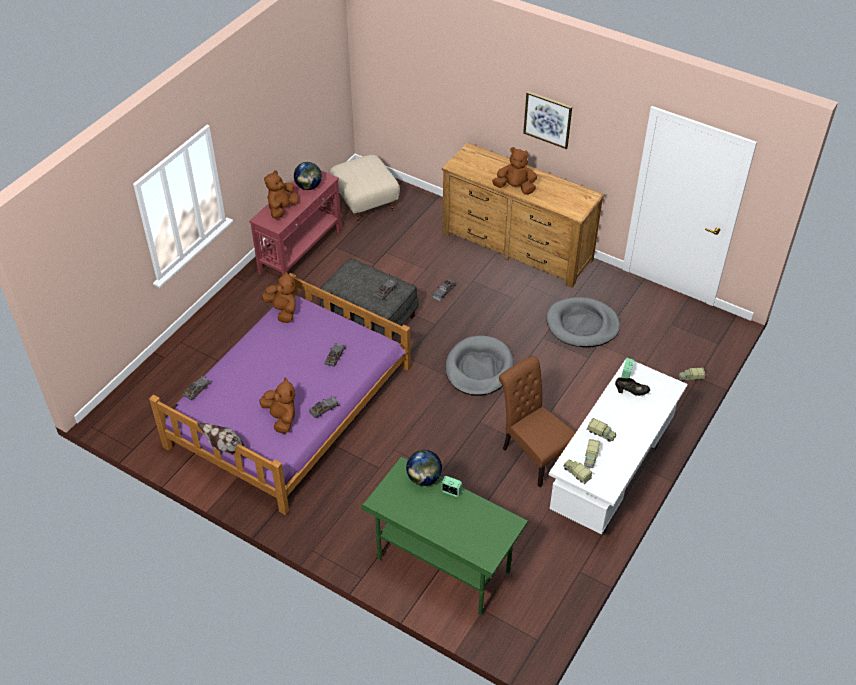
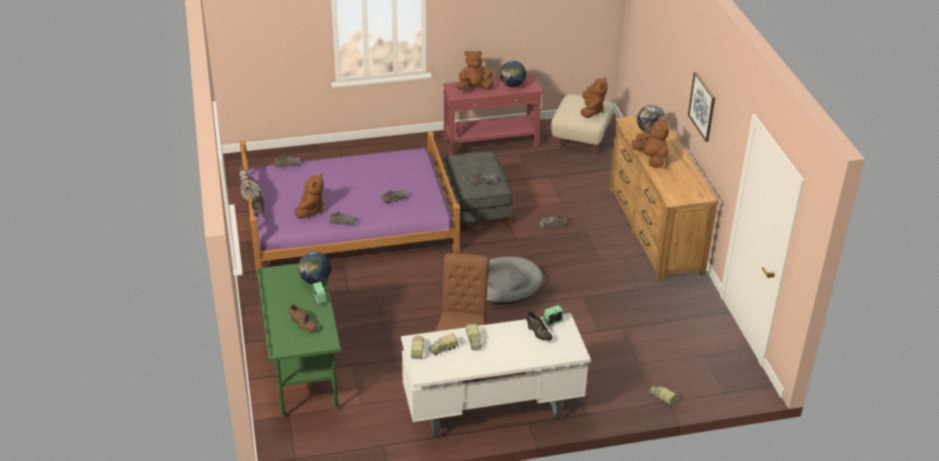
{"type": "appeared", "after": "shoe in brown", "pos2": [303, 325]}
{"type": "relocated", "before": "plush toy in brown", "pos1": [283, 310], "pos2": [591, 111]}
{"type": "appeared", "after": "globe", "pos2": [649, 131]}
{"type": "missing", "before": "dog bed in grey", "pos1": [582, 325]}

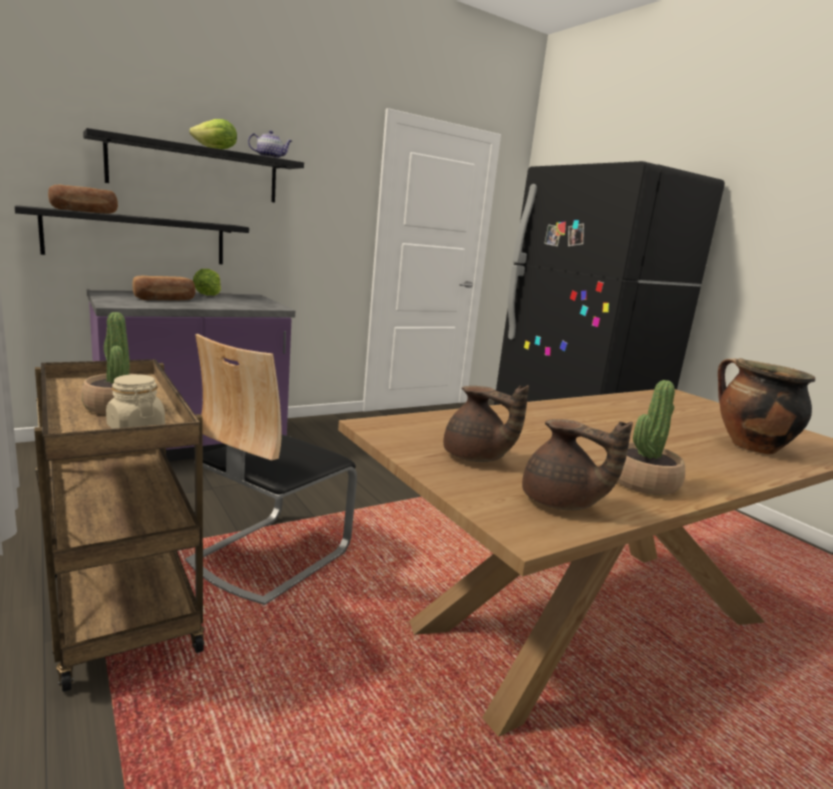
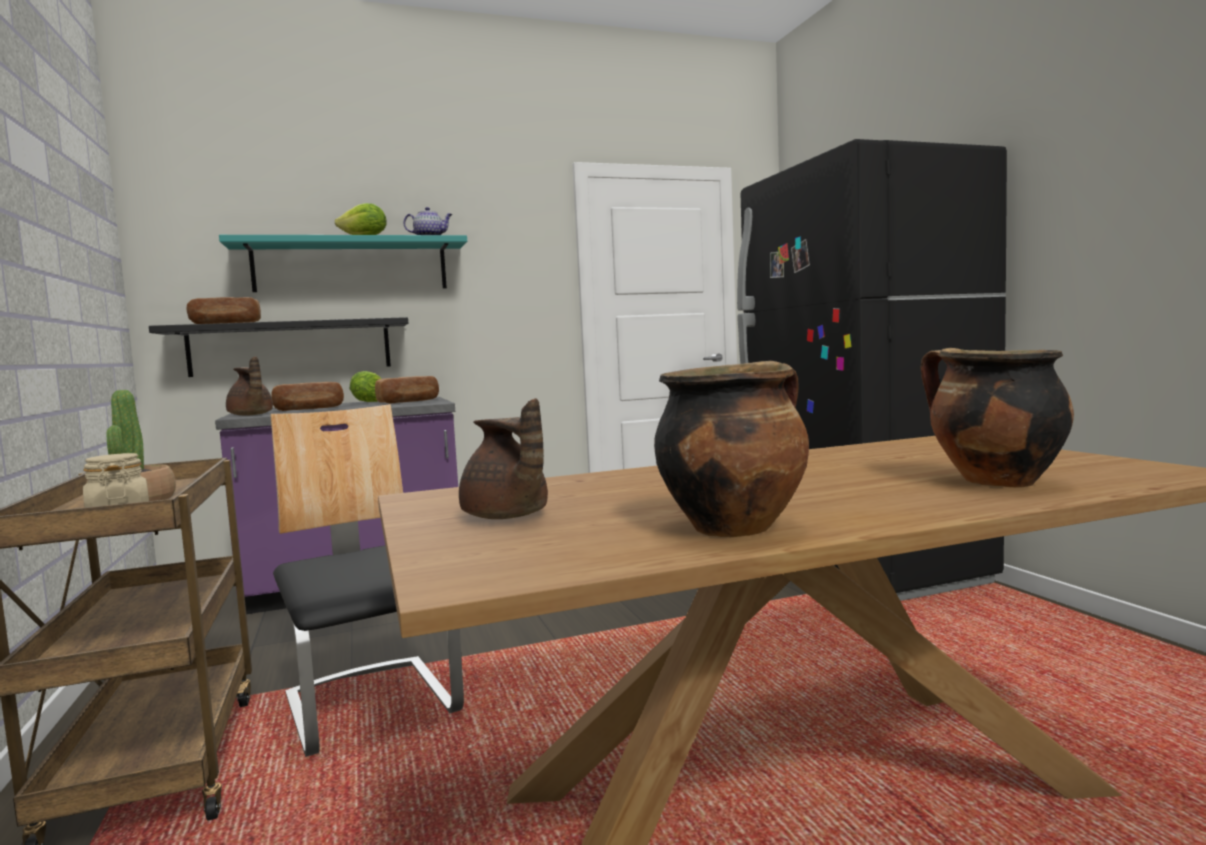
{"type": "colour", "before": "shelf in black", "after": "shelf in turquoise", "pos1": [195, 171], "pos2": [351, 266]}
{"type": "relocated", "before": "teapot in brown", "pos1": [560, 503], "pos2": [250, 415]}
{"type": "spun", "before": "chair", "pos1": [269, 556], "pos2": [372, 704], "turn": 105}
{"type": "appeared", "after": "bread", "pos2": [409, 401]}
{"type": "exchanged", "before": "potted plant", "after": "cooking pot", "pos1": [642, 482], "pos2": [734, 527]}

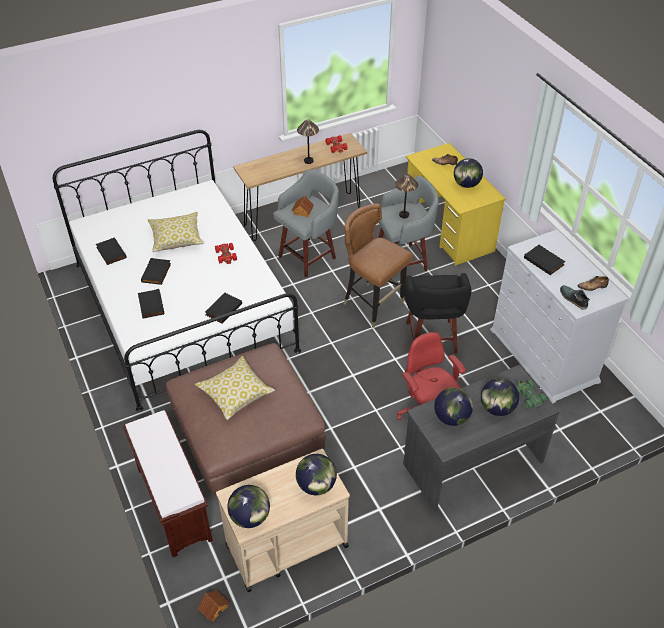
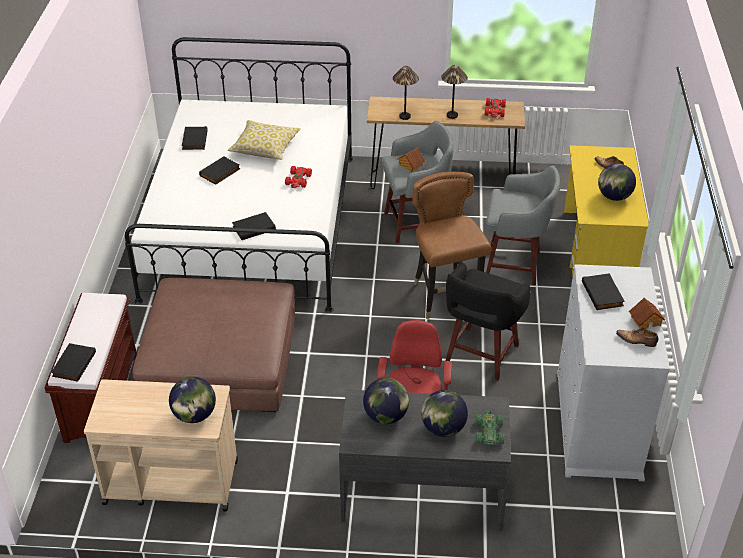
{"type": "relocated", "before": "book in black", "pos1": [150, 305], "pos2": [73, 364]}
{"type": "relocated", "before": "table lamp", "pos1": [404, 215], "pos2": [404, 116]}
{"type": "relocated", "before": "toy house", "pos1": [214, 607], "pos2": [645, 320]}
{"type": "missing", "before": "pillow", "pos1": [236, 393]}
{"type": "missing", "before": "globe", "pos1": [250, 517]}
{"type": "missing", "before": "shoe", "pos1": [573, 299]}

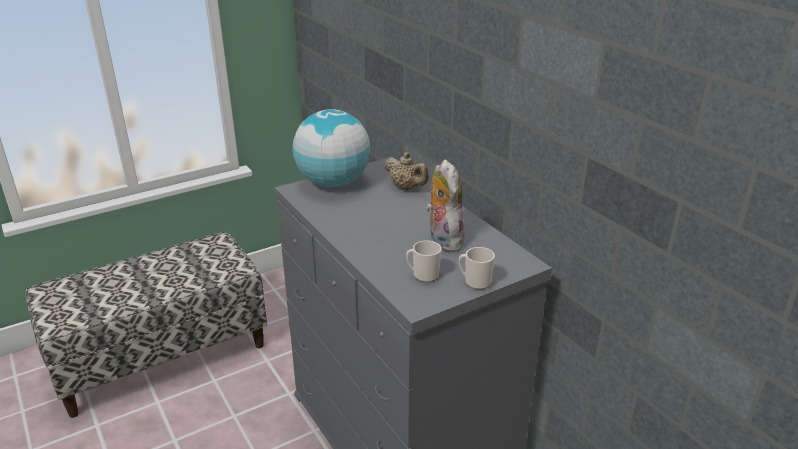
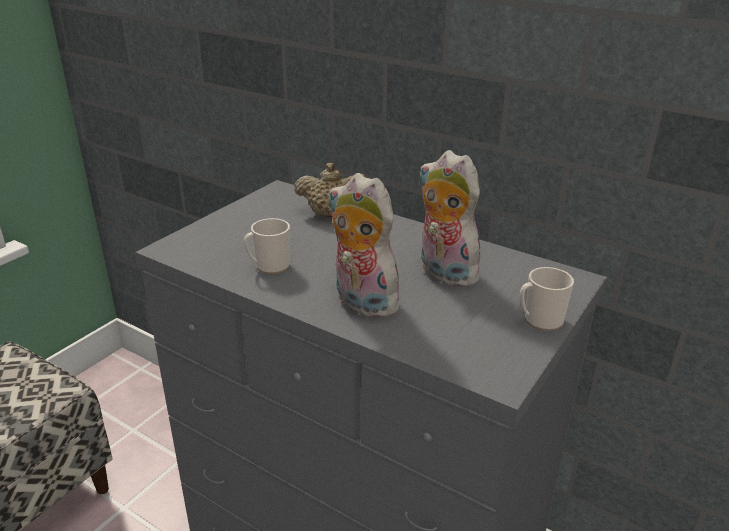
{"type": "relocated", "before": "mug", "pos1": [423, 275], "pos2": [269, 266]}
{"type": "appeared", "after": "plush toy", "pos2": [361, 303]}
{"type": "missing", "before": "globe", "pos1": [333, 183]}

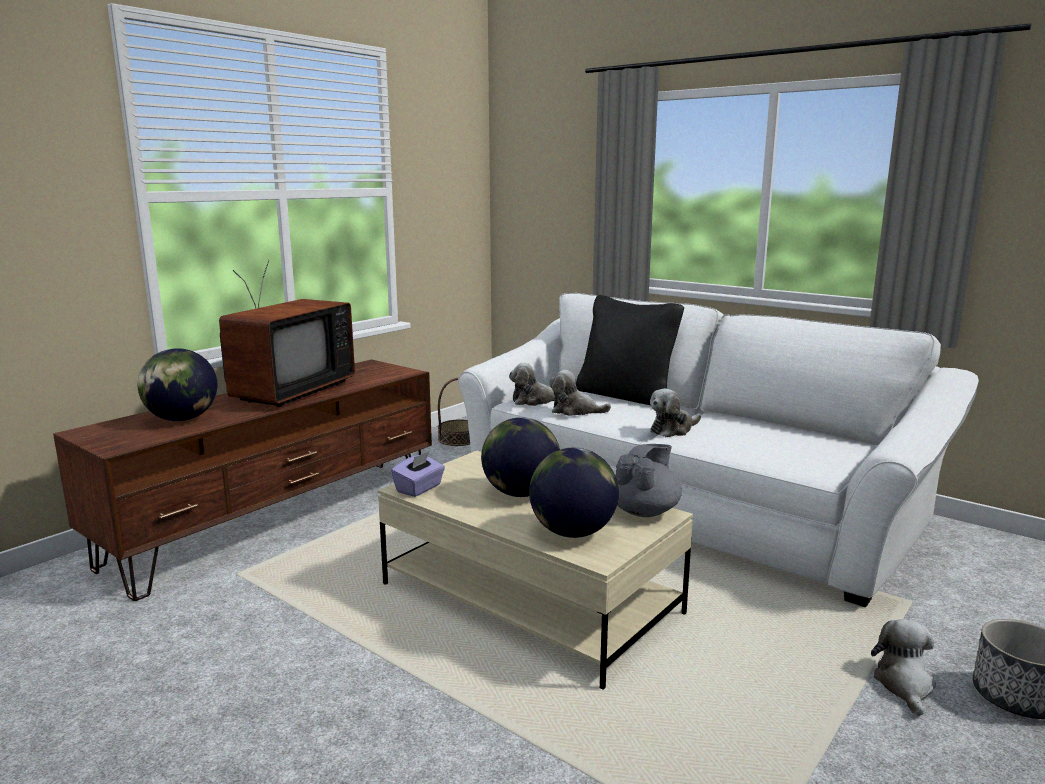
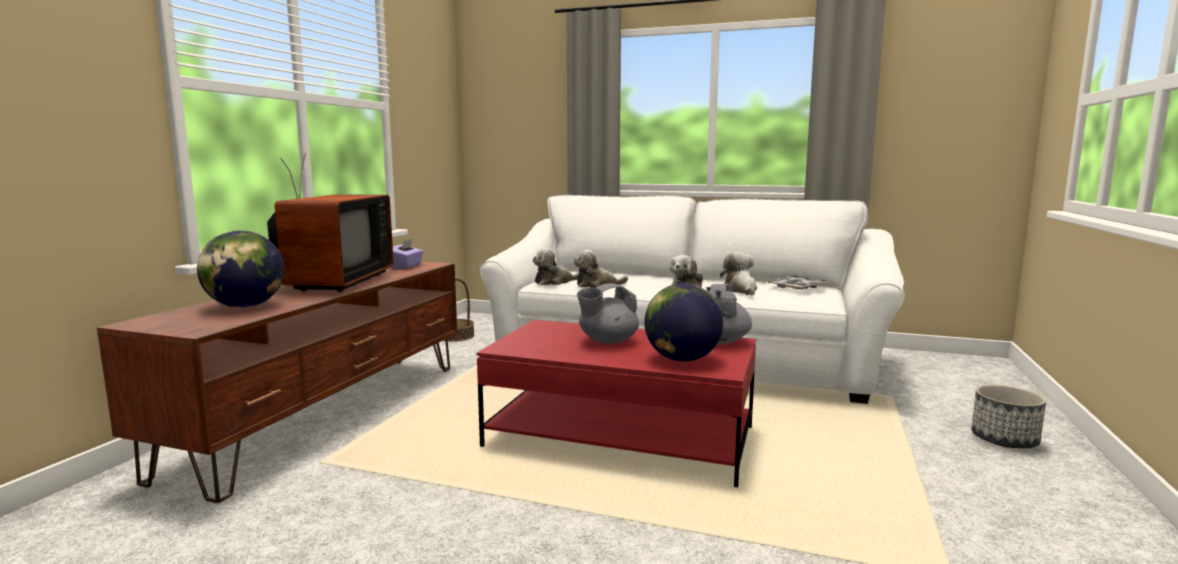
{"type": "relocated", "before": "tissue box in purple", "pos1": [419, 488], "pos2": [406, 266]}
{"type": "colour", "before": "coffee table in beige", "after": "coffee table in red", "pos1": [530, 599], "pos2": [621, 437]}
{"type": "exchanged", "before": "globe", "after": "teapot in grey", "pos1": [520, 493], "pos2": [607, 341]}
{"type": "relocated", "before": "plush toy", "pos1": [904, 685], "pos2": [740, 290]}
{"type": "appeared", "after": "tray", "pos2": [797, 288]}
{"type": "missing", "before": "pillow in black", "pos1": [626, 395]}

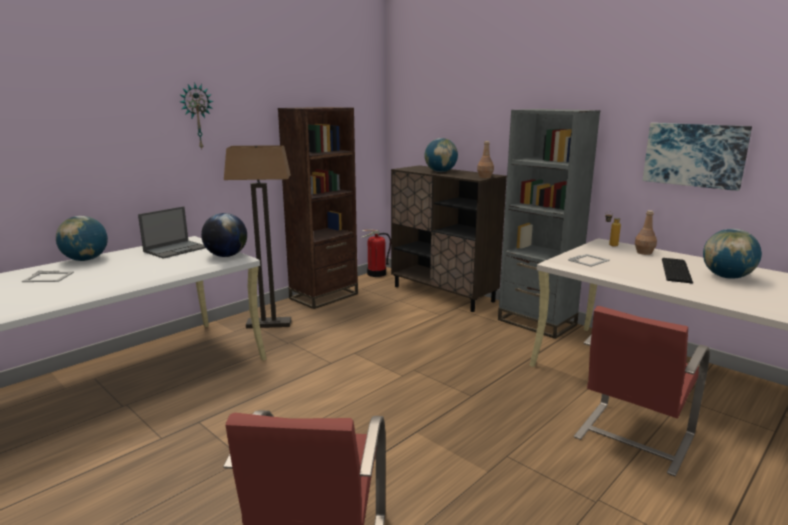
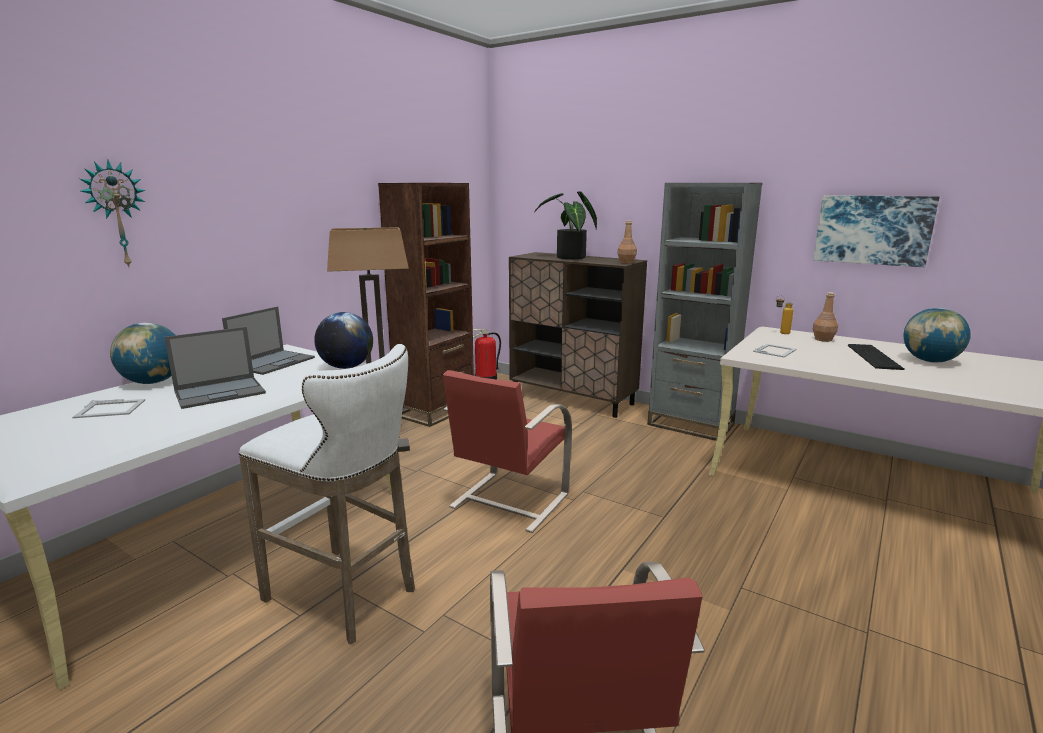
{"type": "relocated", "before": "wall clock", "pos1": [196, 116], "pos2": [116, 215]}
{"type": "appeared", "after": "laptop", "pos2": [221, 392]}
{"type": "appeared", "after": "stool in white", "pos2": [347, 596]}
{"type": "relocated", "before": "chair in red", "pos1": [632, 437], "pos2": [508, 501]}
{"type": "exchanged", "before": "globe", "after": "potted plant", "pos1": [440, 172], "pos2": [569, 258]}

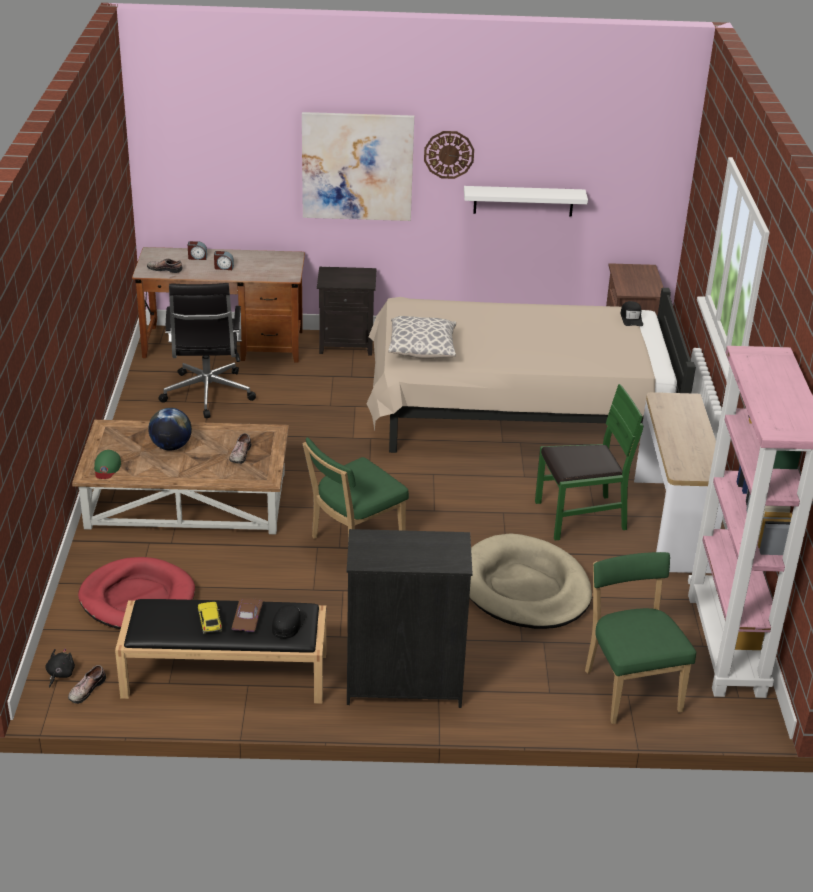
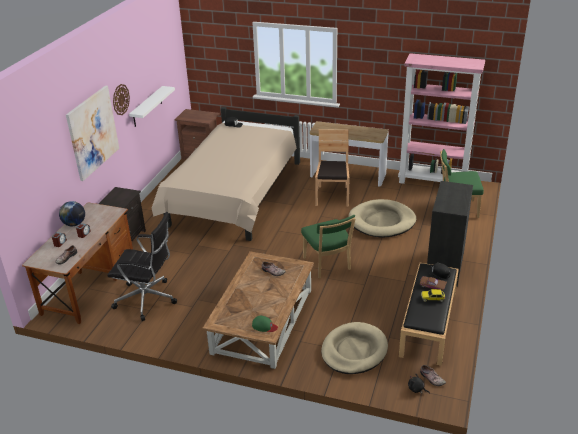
{"type": "relocated", "before": "globe", "pos1": [171, 447], "pos2": [74, 224]}
{"type": "colour", "before": "chair in green", "after": "chair in brown", "pos1": [580, 516], "pos2": [332, 196]}
{"type": "colour", "before": "dog bed in red", "after": "dog bed in beige", "pos1": [137, 598], "pos2": [354, 351]}
{"type": "missing", "before": "pillow", "pos1": [422, 349]}

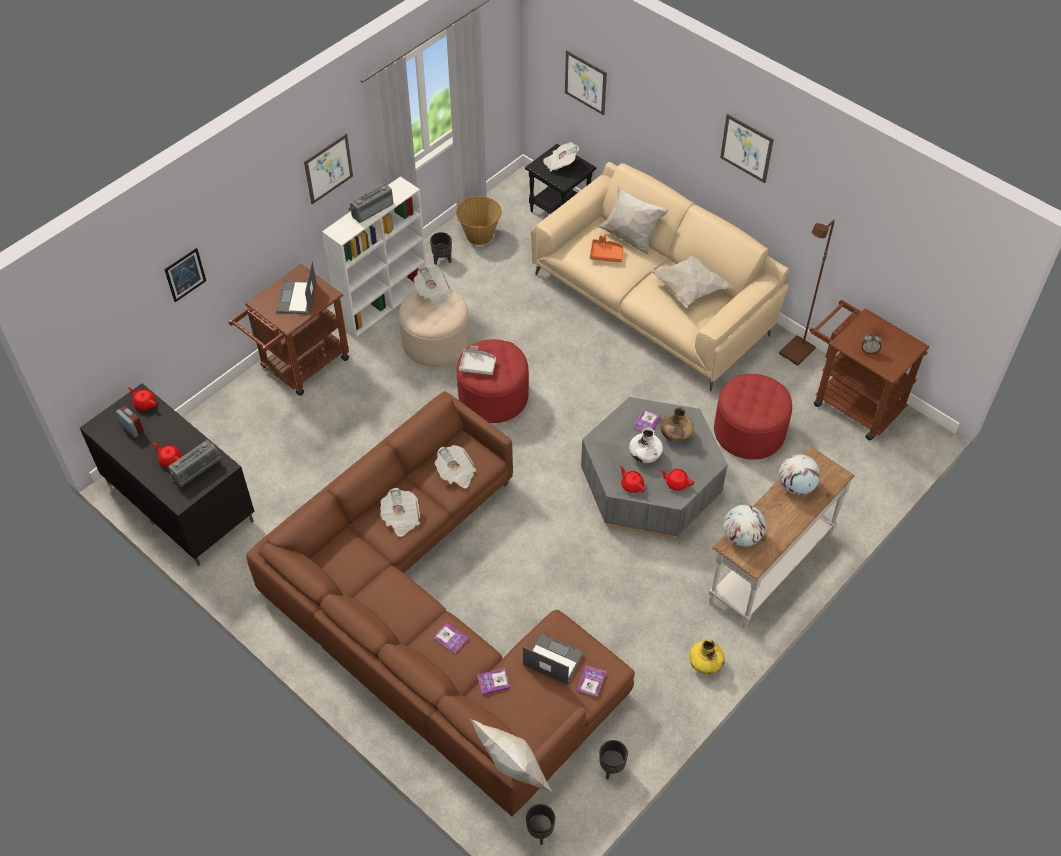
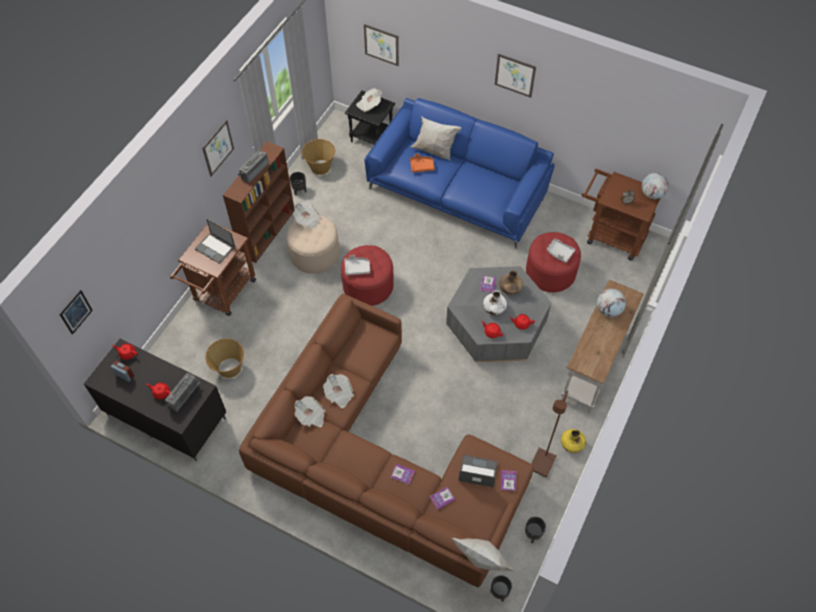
{"type": "relocated", "before": "picture", "pos1": [185, 274], "pos2": [76, 312]}
{"type": "spun", "before": "laptop", "pos1": [297, 298], "pos2": [215, 248], "turn": -45}
{"type": "appeared", "after": "basket", "pos2": [229, 368]}
{"type": "colour", "before": "bookcase in white", "after": "bookcase in brown", "pos1": [384, 302], "pos2": [267, 232]}
{"type": "relocated", "before": "newspaper", "pos1": [456, 473], "pos2": [311, 416]}
{"type": "colour", "before": "sofa in beige", "after": "sofa in blue", "pos1": [654, 302], "pos2": [458, 192]}
{"type": "relocated", "before": "floor lamp in brown", "pos1": [797, 352], "pos2": [542, 464]}
{"type": "appeared", "after": "tray in grey", "pos2": [559, 253]}
{"type": "relocated", "before": "globe", "pos1": [741, 537], "pos2": [652, 194]}
{"type": "missing", "before": "pillow in white", "pos1": [688, 289]}

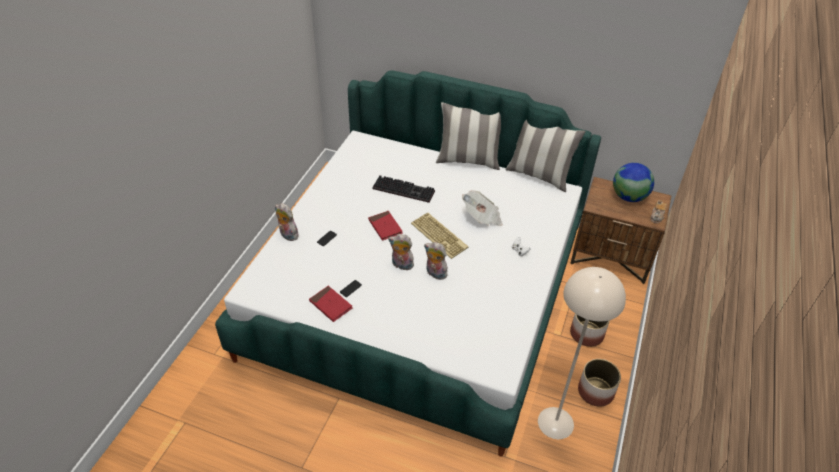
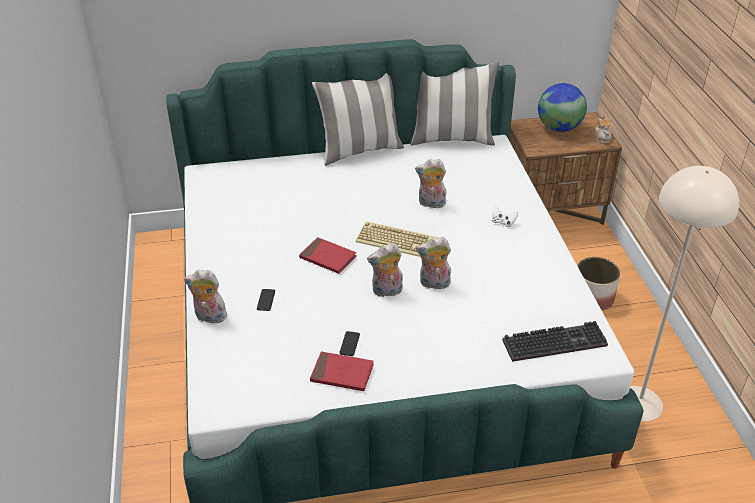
{"type": "exchanged", "before": "newspaper", "after": "plush toy", "pos1": [482, 217], "pos2": [431, 204]}
{"type": "relocated", "before": "keyboard", "pos1": [405, 189], "pos2": [555, 341]}
{"type": "missing", "before": "planter", "pos1": [596, 392]}

